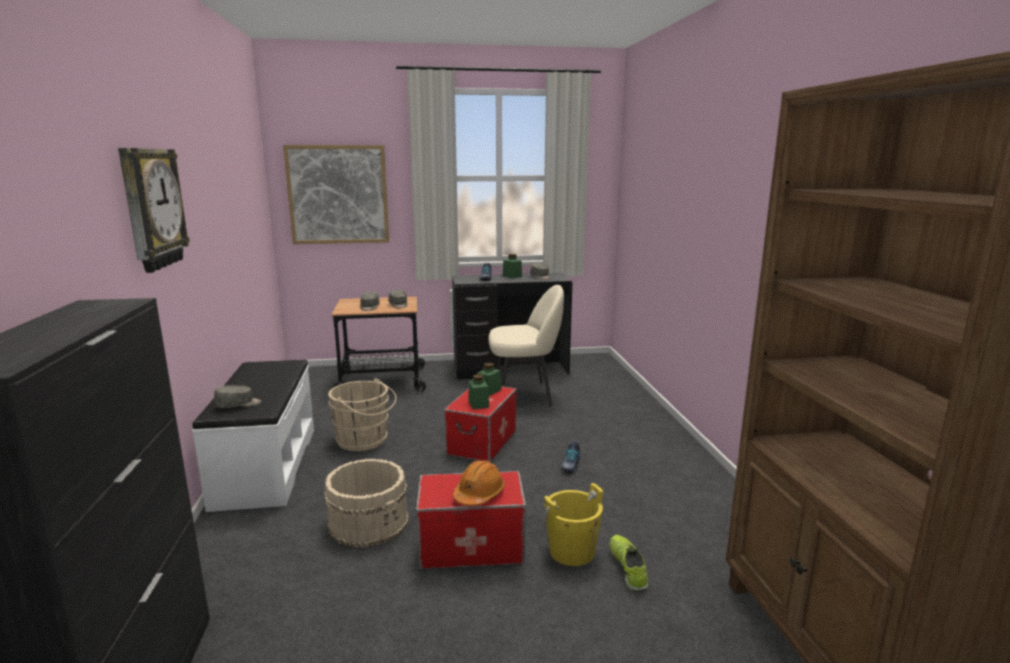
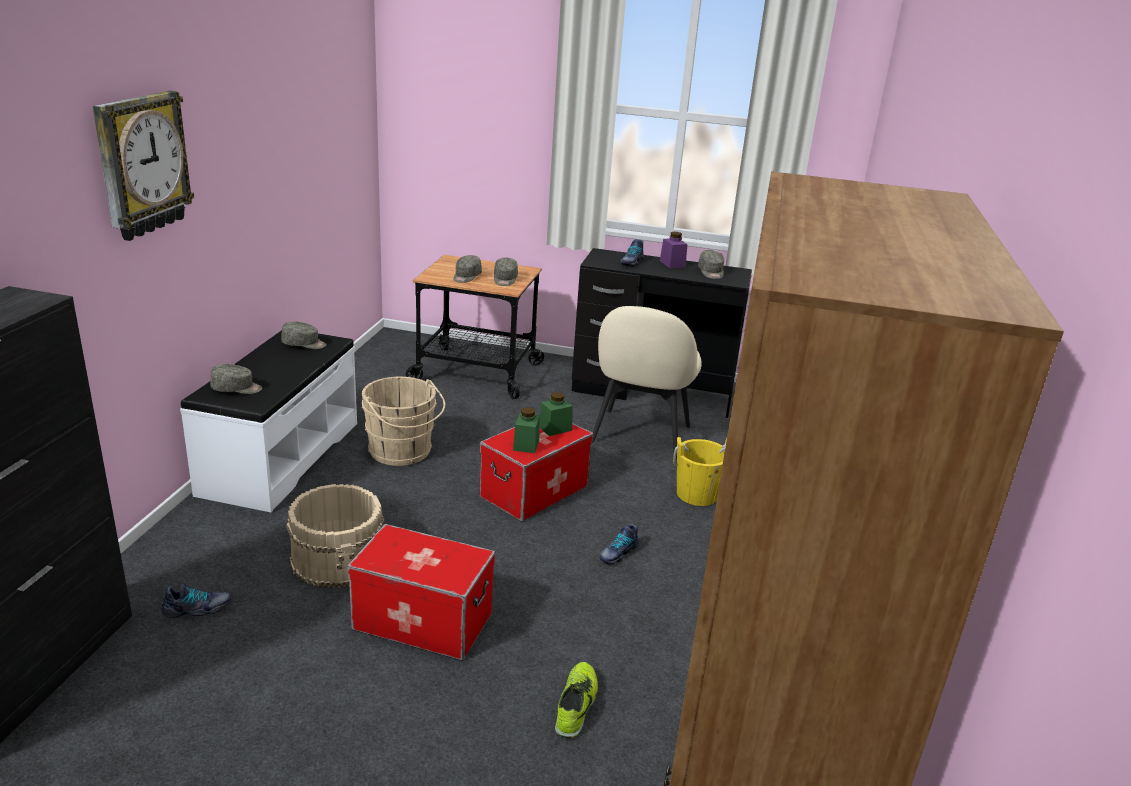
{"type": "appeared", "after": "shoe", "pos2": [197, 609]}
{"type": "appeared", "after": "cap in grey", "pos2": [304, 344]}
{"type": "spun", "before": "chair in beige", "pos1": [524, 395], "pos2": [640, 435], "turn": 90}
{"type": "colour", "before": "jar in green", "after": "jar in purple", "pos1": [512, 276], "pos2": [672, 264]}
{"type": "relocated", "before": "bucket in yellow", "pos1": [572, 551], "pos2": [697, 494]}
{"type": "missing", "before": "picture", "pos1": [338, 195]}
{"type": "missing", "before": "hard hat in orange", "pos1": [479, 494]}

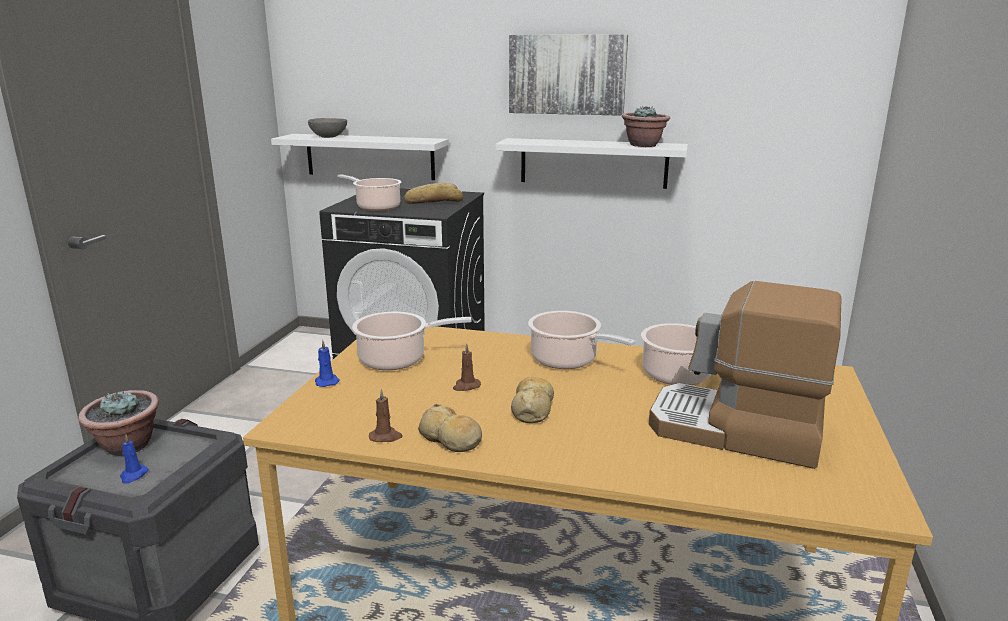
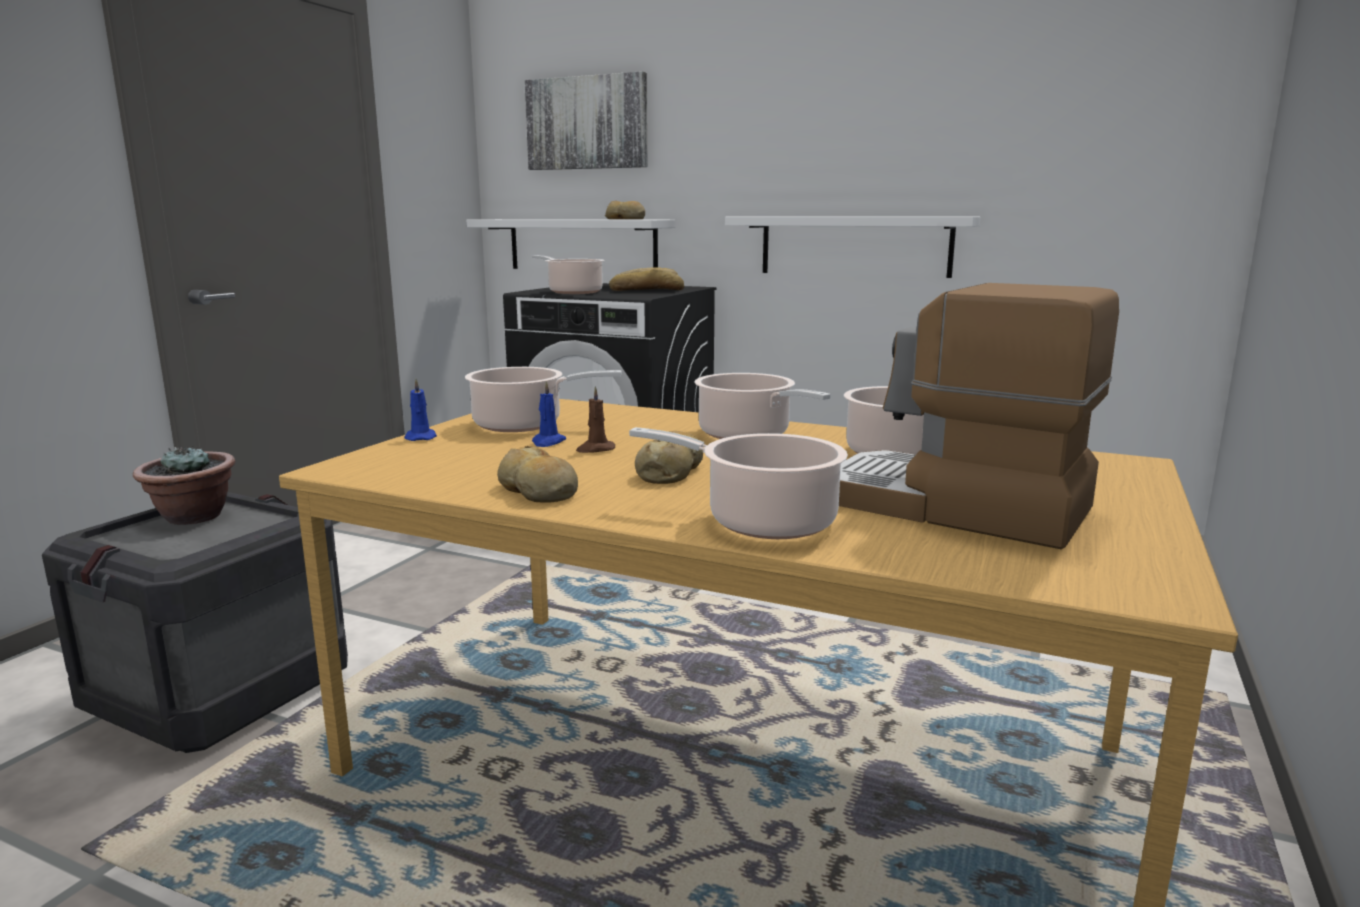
{"type": "relocated", "before": "picture", "pos1": [567, 74], "pos2": [587, 123]}
{"type": "relocated", "before": "candle in blue", "pos1": [133, 475], "pos2": [548, 442]}
{"type": "appeared", "after": "bread", "pos2": [625, 219]}
{"type": "appeared", "after": "cooking pot", "pos2": [762, 521]}
{"type": "missing", "before": "bowl in grey", "pos1": [328, 137]}
{"type": "missing", "before": "candle in brown", "pos1": [386, 437]}
{"type": "missing", "before": "potted plant", "pos1": [644, 145]}

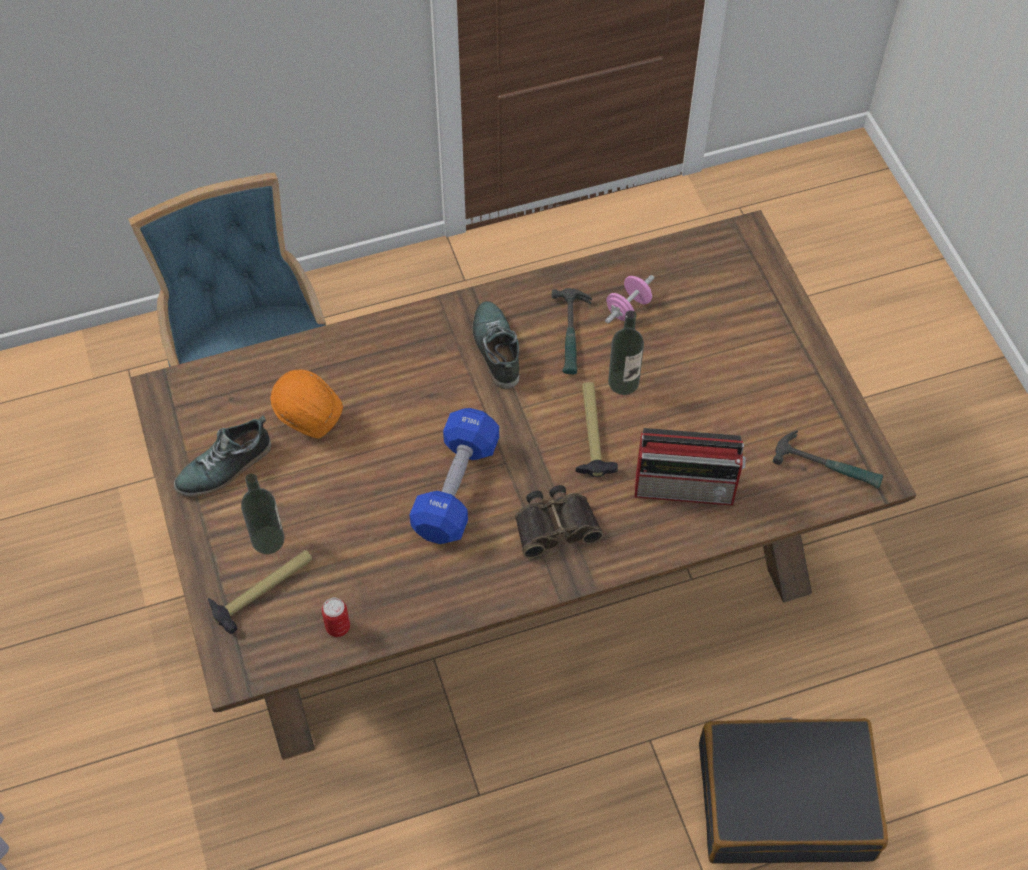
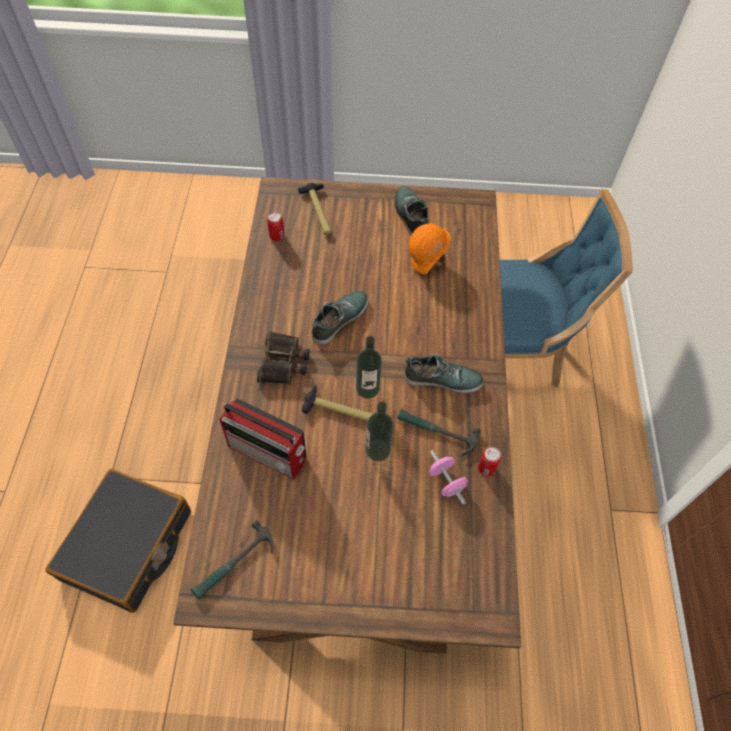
{"type": "spun", "before": "radio", "pos1": [686, 487], "pos2": [269, 453], "turn": -90}
{"type": "exchanged", "before": "dumbbell in blue", "after": "shoe", "pos1": [456, 488], "pos2": [339, 319]}
{"type": "relocated", "before": "bottle", "pos1": [268, 540], "pos2": [367, 388]}
{"type": "appeared", "after": "can", "pos2": [486, 468]}

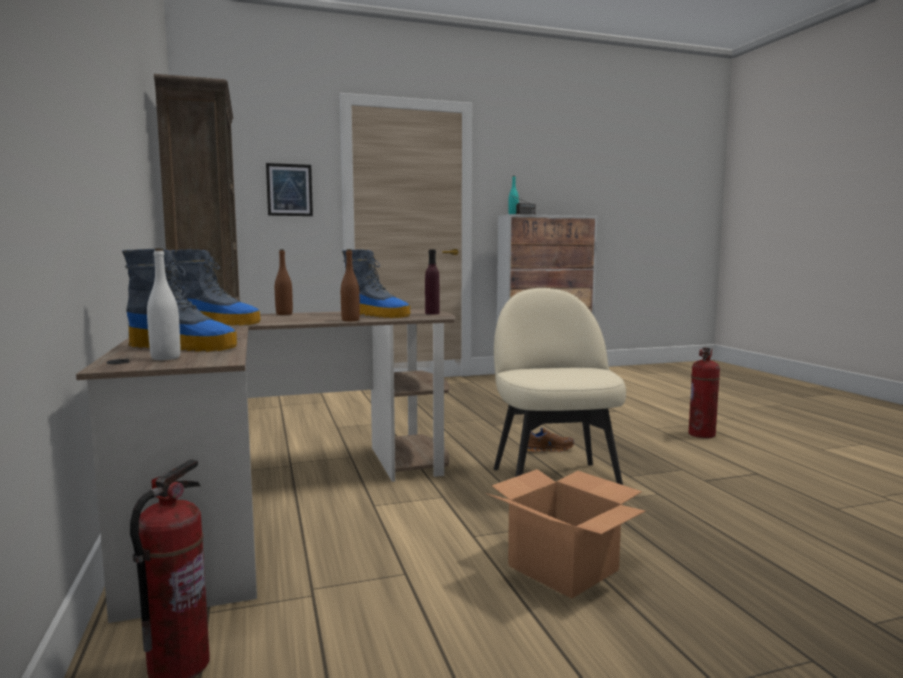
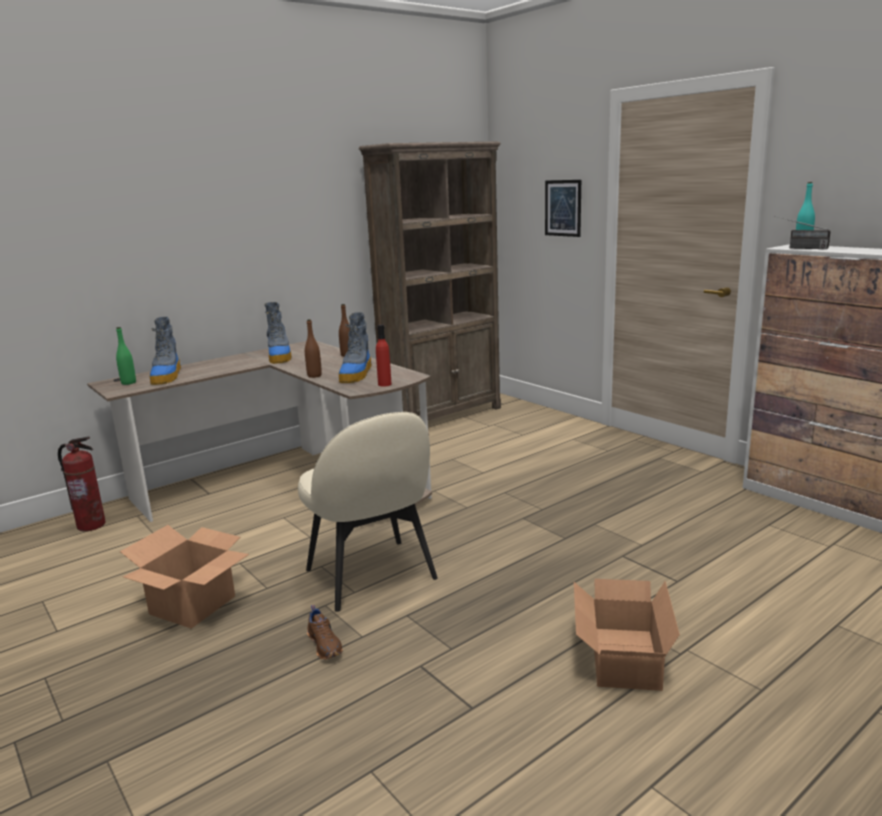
{"type": "colour", "before": "bottle in white", "after": "bottle in green", "pos1": [165, 358], "pos2": [128, 383]}
{"type": "spun", "before": "chair in beige", "pos1": [554, 480], "pos2": [372, 576], "turn": 90}
{"type": "relocated", "before": "shoe in brown", "pos1": [548, 449], "pos2": [325, 645]}
{"type": "colour", "before": "bottle in purple", "after": "bottle in red", "pos1": [432, 313], "pos2": [384, 384]}
{"type": "exchanged", "before": "fire extinguisher", "after": "cardboard box", "pos1": [702, 434], "pos2": [621, 659]}

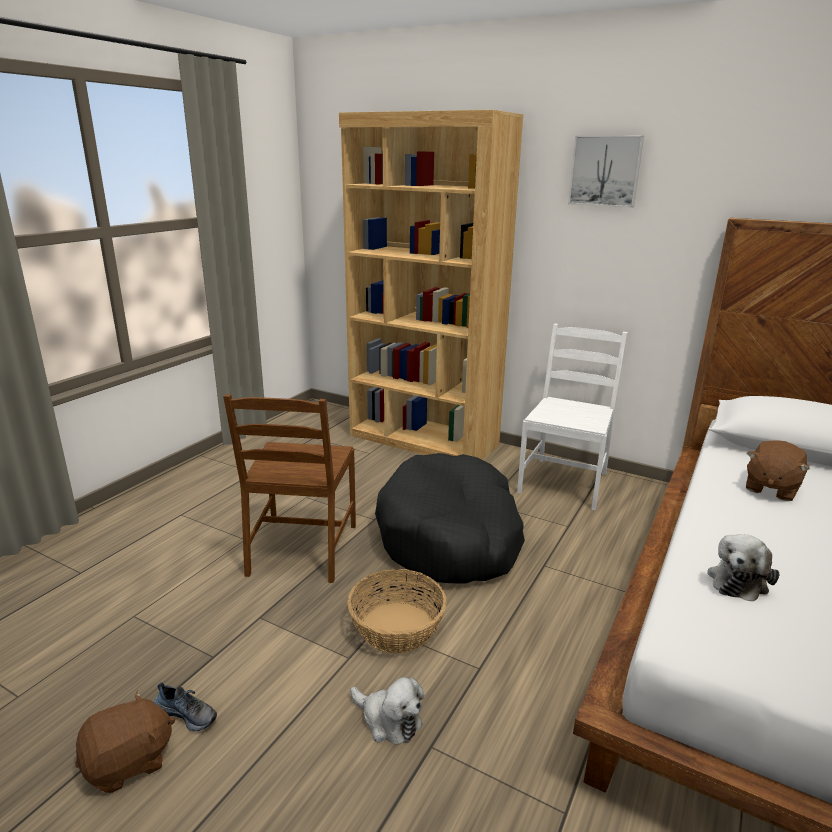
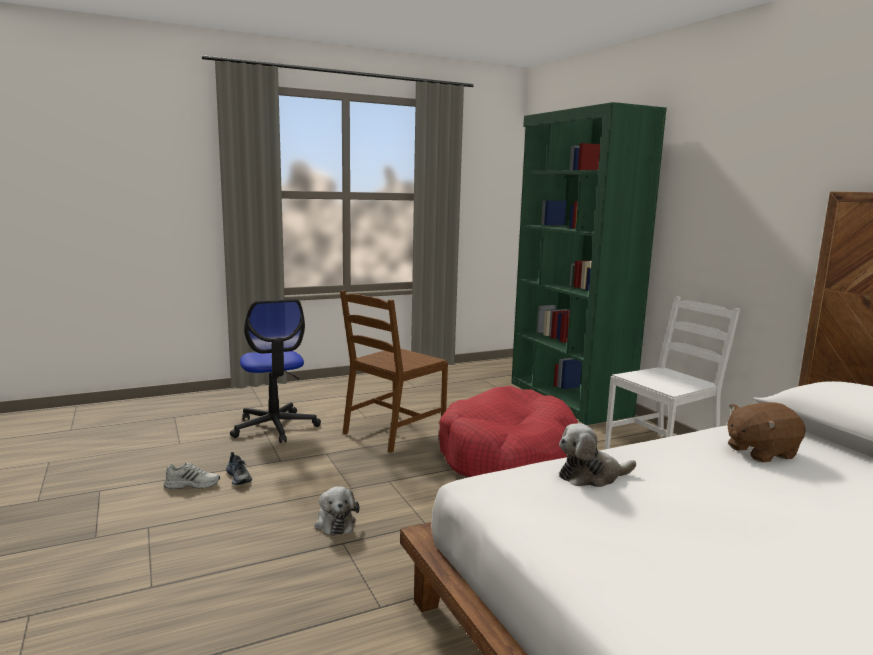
{"type": "exchanged", "before": "plush toy in brown", "after": "shoe in white", "pos1": [129, 762], "pos2": [192, 484]}
{"type": "appeared", "after": "office chair", "pos2": [275, 427]}
{"type": "colour", "before": "dog bed in black", "after": "dog bed in red", "pos1": [450, 536], "pos2": [507, 455]}
{"type": "colour", "before": "bookcase in brown", "after": "bookcase in green", "pos1": [423, 440], "pos2": [568, 399]}
{"type": "missing", "before": "basket", "pos1": [396, 626]}
{"type": "missing", "before": "picture", "pos1": [605, 171]}

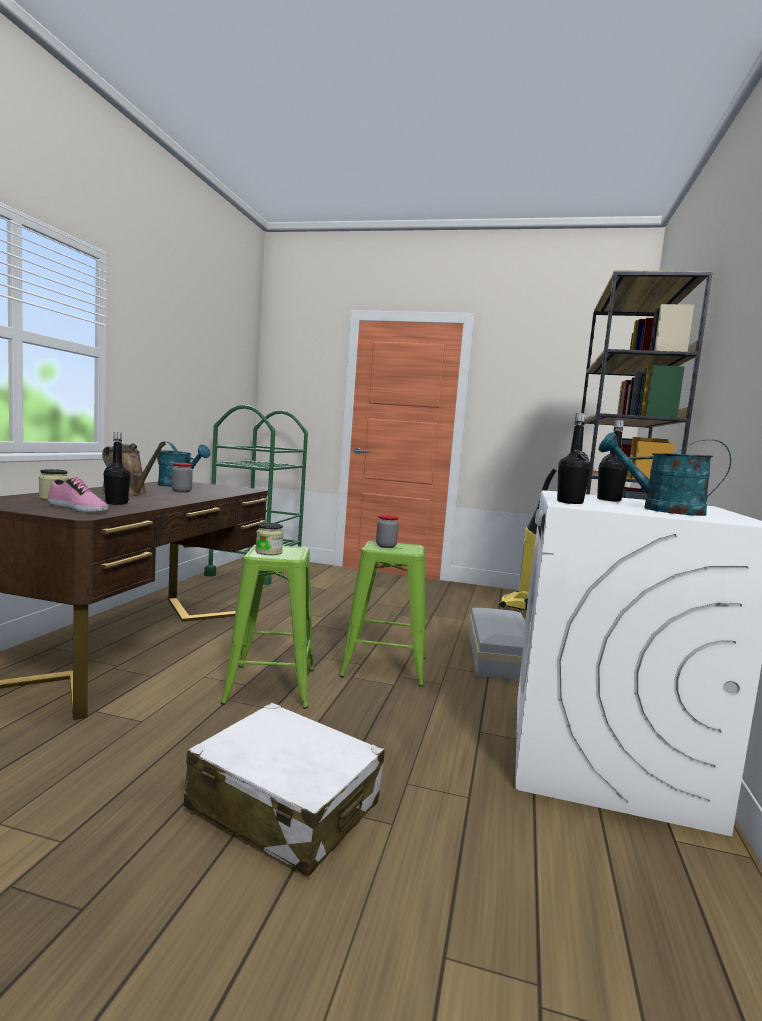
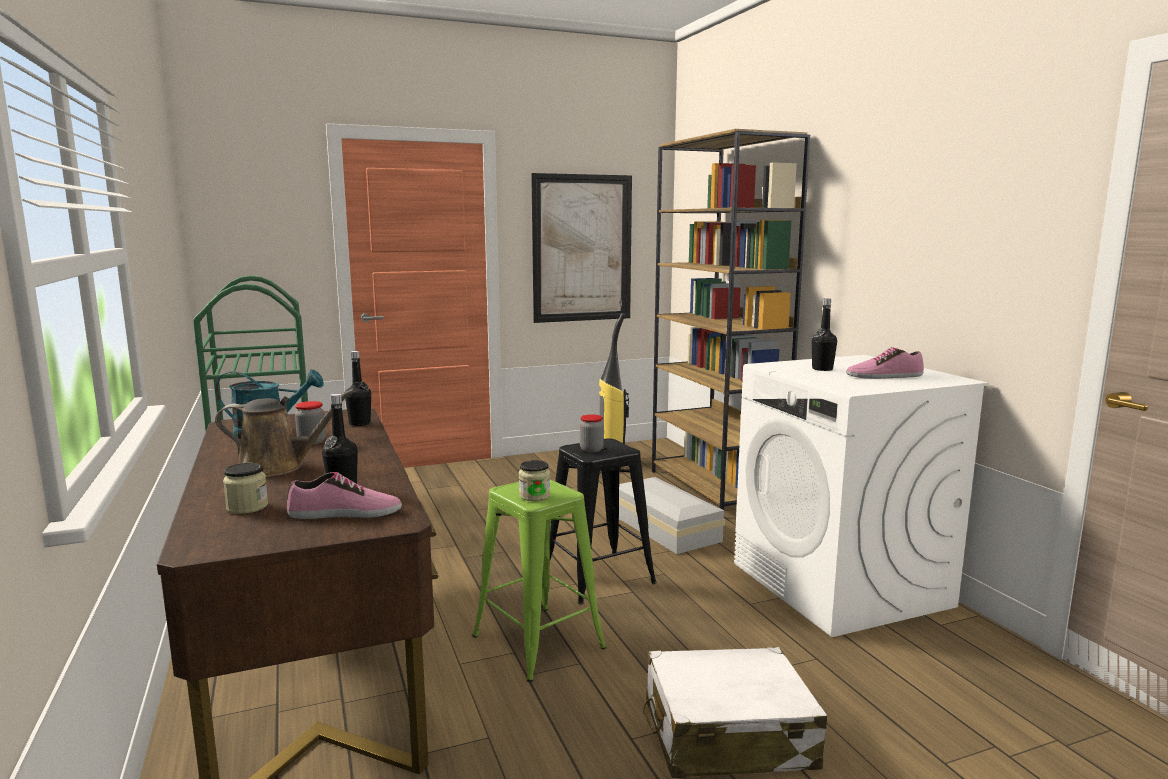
{"type": "relocated", "before": "bottle in black", "pos1": [570, 502], "pos2": [359, 423]}
{"type": "appeared", "after": "picture", "pos2": [582, 248]}
{"type": "colour", "before": "stool in green", "after": "stool in black", "pos1": [385, 667], "pos2": [599, 577]}
{"type": "exchanged", "before": "watering can in turquoise", "after": "shoe", "pos1": [661, 510], "pos2": [884, 376]}

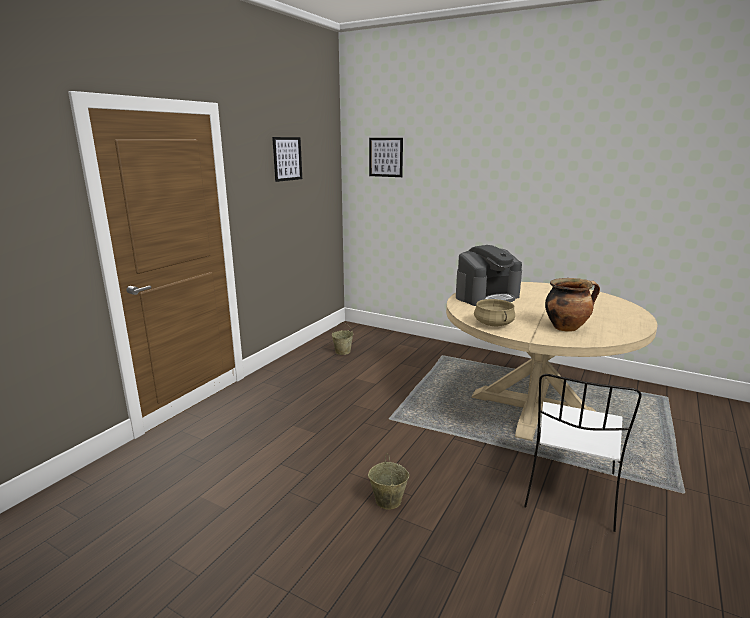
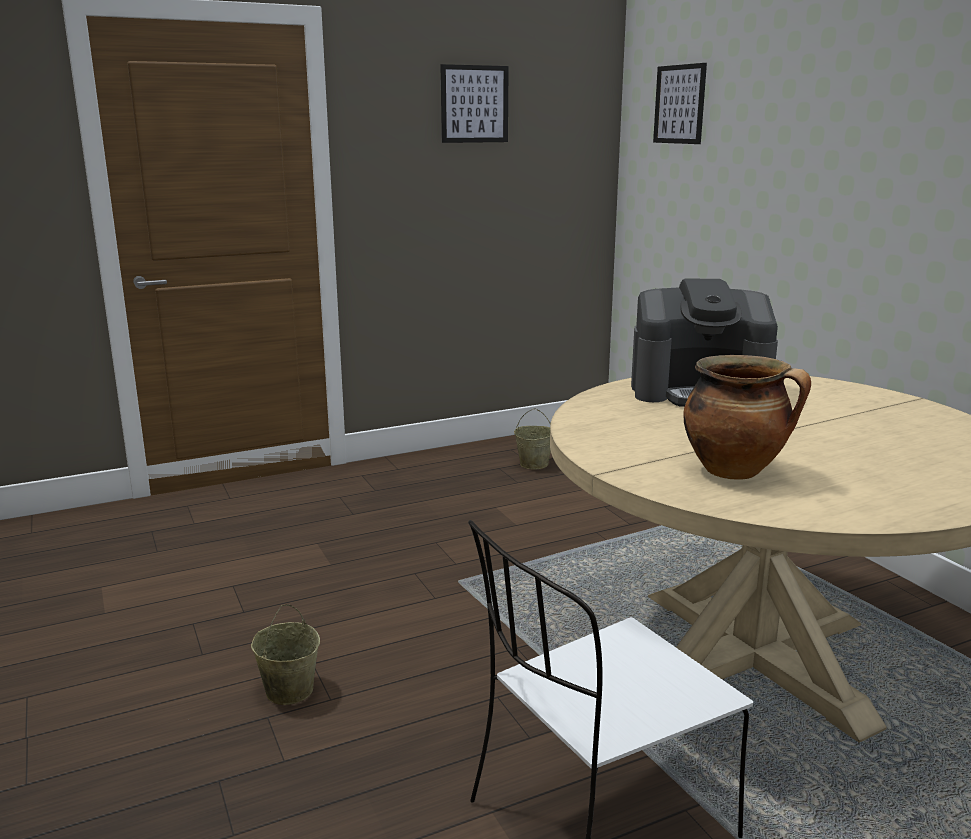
{"type": "missing", "before": "cooking pot in beige", "pos1": [494, 324]}

